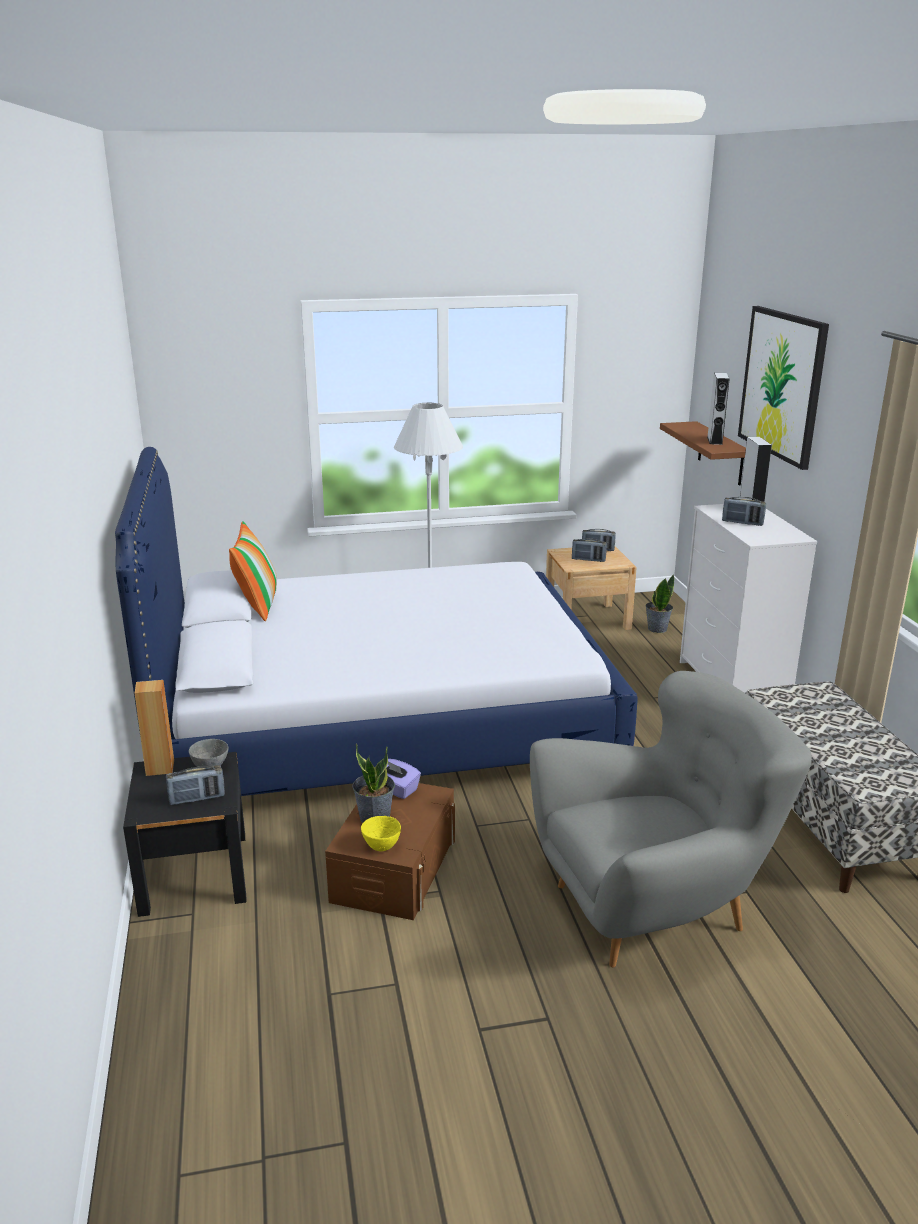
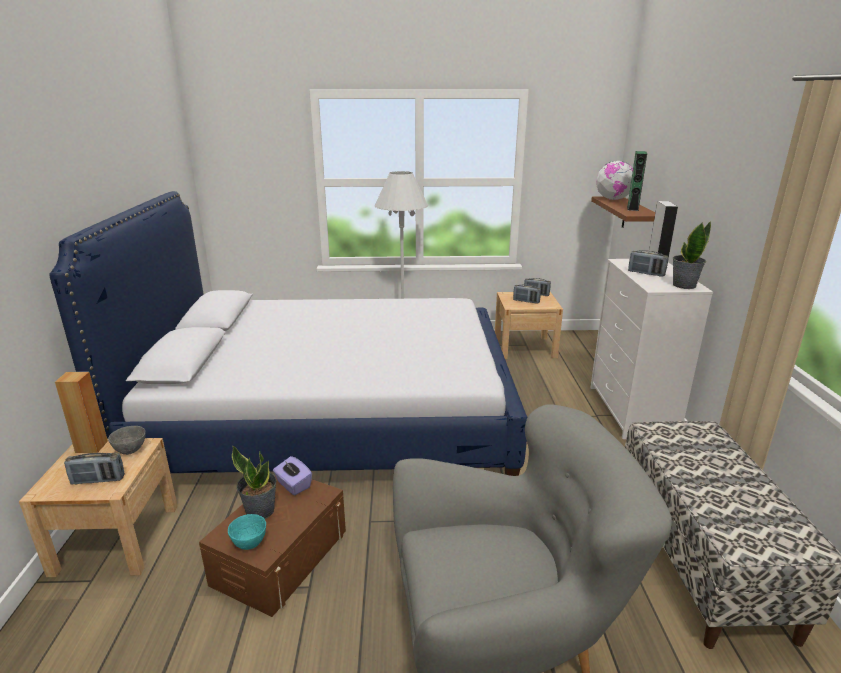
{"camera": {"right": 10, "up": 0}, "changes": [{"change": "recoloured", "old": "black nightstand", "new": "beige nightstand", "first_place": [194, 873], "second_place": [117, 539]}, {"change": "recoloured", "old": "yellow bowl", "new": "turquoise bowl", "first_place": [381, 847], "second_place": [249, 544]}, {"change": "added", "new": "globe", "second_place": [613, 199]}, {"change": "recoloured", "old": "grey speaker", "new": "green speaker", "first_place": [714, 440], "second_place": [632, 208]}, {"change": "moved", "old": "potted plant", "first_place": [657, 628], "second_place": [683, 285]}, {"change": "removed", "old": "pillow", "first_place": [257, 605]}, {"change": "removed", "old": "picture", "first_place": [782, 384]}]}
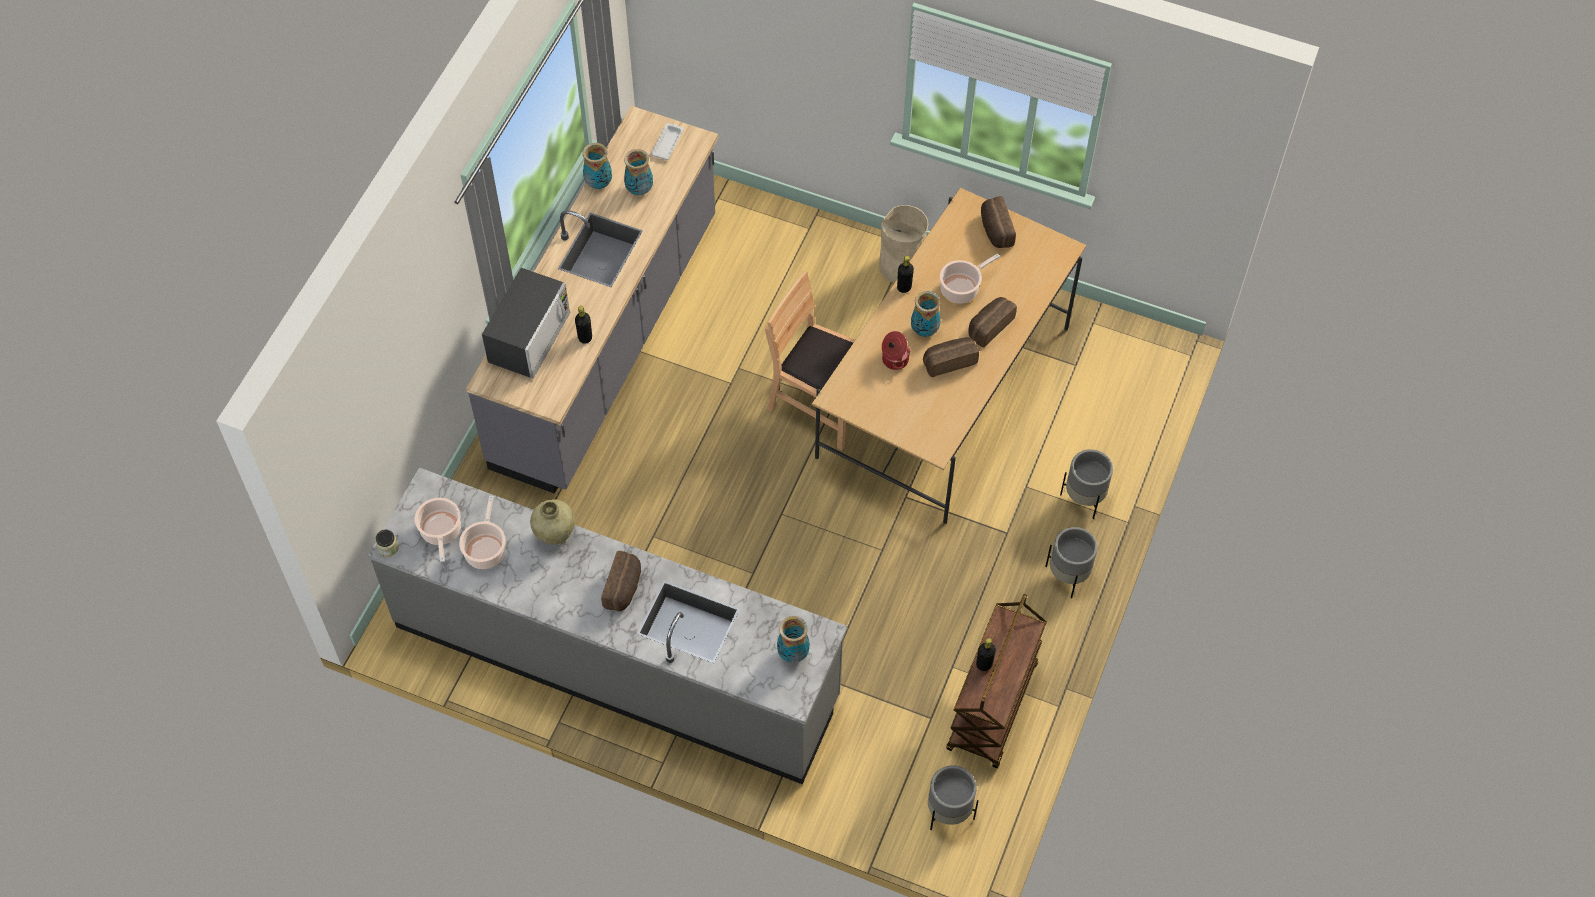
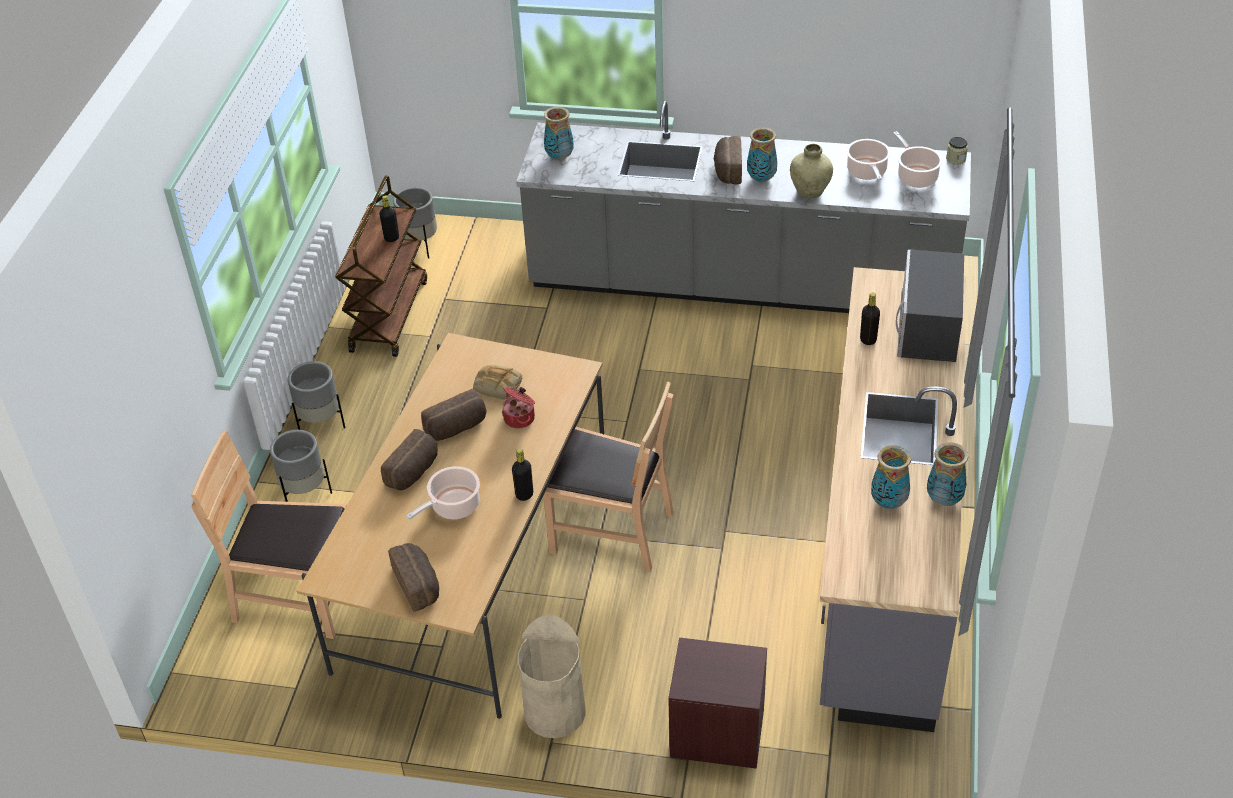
{"camera": {"right": 170, "up": -15}, "changes": [{"change": "added", "new": "brown chair", "second_place": [297, 595]}, {"change": "added", "new": "bread", "second_place": [496, 385]}, {"change": "added", "new": "brown nightstand", "second_place": [717, 733]}, {"change": "moved", "old": "vase", "first_place": [924, 330], "second_place": [762, 178]}, {"change": "removed", "old": "white tray", "first_place": [667, 143]}]}
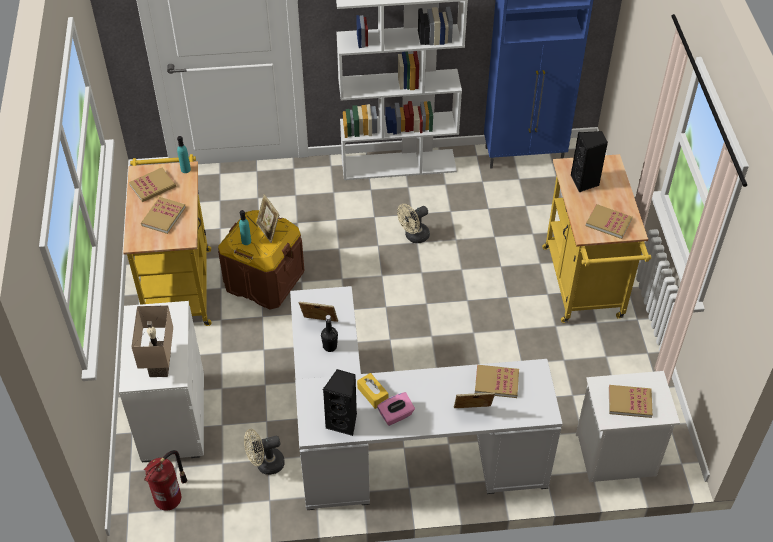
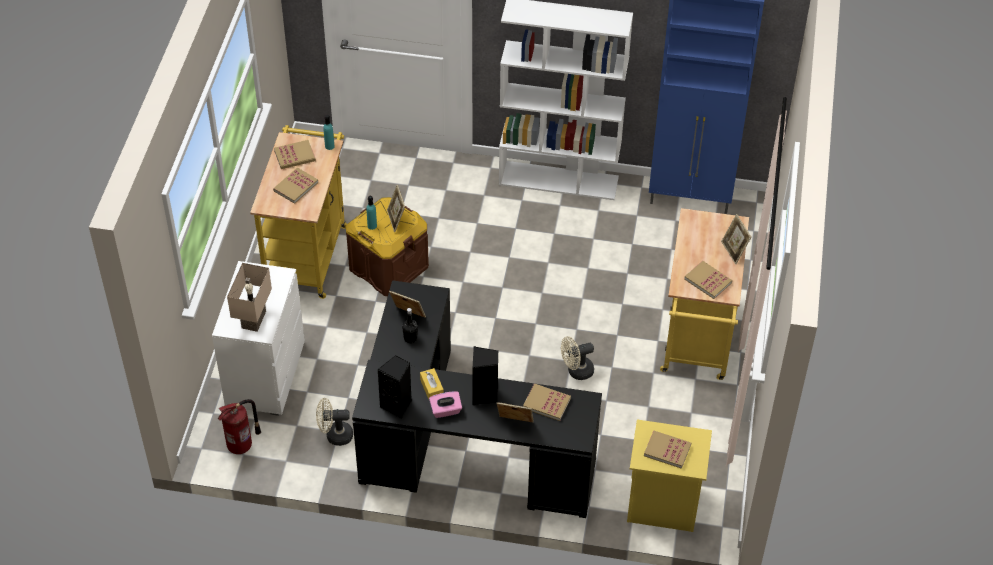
{"camera": {"right": 15, "up": 0}, "changes": [{"change": "recoloured", "old": "white desk", "new": "black desk", "first_place": [394, 445], "second_place": [457, 446]}, {"change": "moved", "old": "black speaker", "first_place": [585, 182], "second_place": [484, 395]}, {"change": "moved", "old": "beige fan", "first_place": [413, 236], "second_place": [576, 371]}, {"change": "recoloured", "old": "white nightstand", "new": "yellow nightstand", "first_place": [615, 456], "second_place": [661, 505]}, {"change": "added", "new": "picture frame", "second_place": [734, 251]}]}
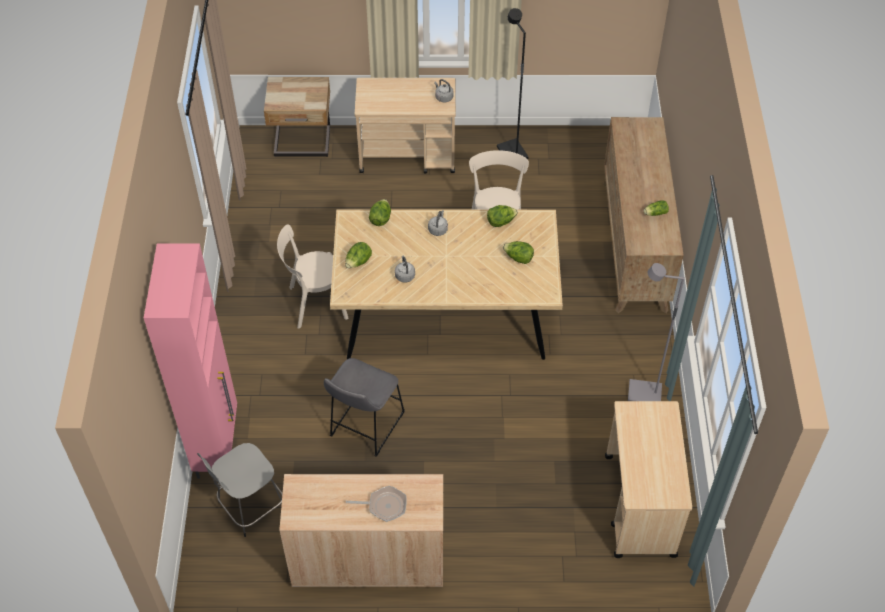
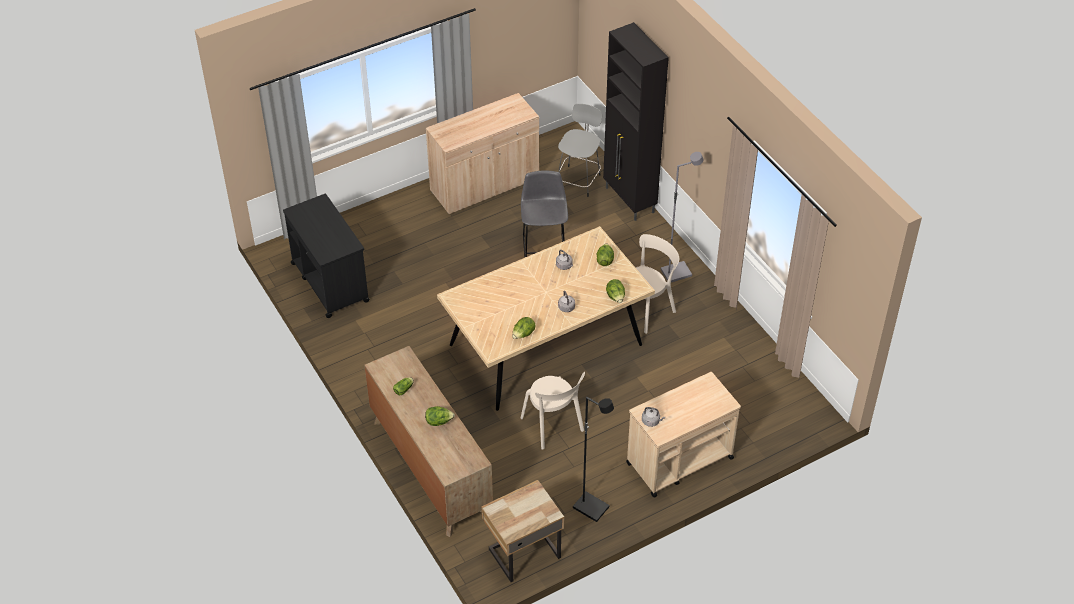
{"camera": {"right": 150, "up": -5}, "changes": [{"change": "recoloured", "old": "beige cart", "new": "black cart", "first_place": [639, 506], "second_place": [329, 281]}, {"change": "moved", "old": "lettuce", "first_place": [518, 258], "second_place": [439, 422]}, {"change": "moved", "old": "beige nightstand", "first_place": [302, 143], "second_place": [523, 552]}, {"change": "recoloured", "old": "pink cabinet", "new": "black cabinet", "first_place": [218, 445], "second_place": [629, 201]}, {"change": "moved", "old": "grey floor lamp", "first_place": [643, 394], "second_place": [676, 272]}, {"change": "removed", "old": "frying pan", "first_place": [384, 506]}]}
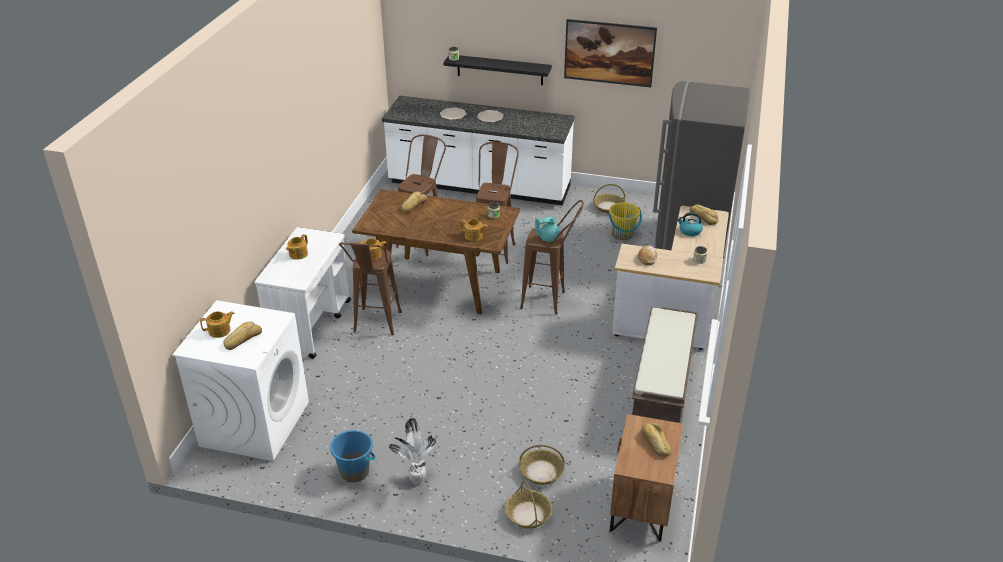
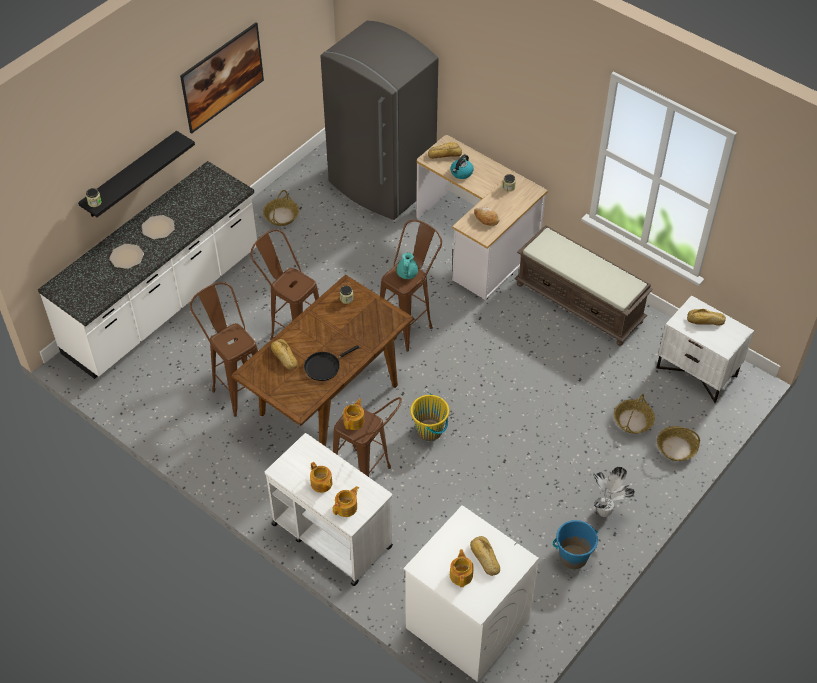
{"camera": {"right": -65, "up": 15}, "changes": [{"change": "added", "new": "black frying pan", "second_place": [324, 366]}, {"change": "moved", "old": "teapot", "first_place": [474, 236], "second_place": [347, 507]}, {"change": "moved", "old": "yellow bucket", "first_place": [622, 234], "second_place": [429, 430]}, {"change": "recoloured", "old": "brown nightstand", "new": "white nightstand", "first_place": [641, 506], "second_place": [697, 371]}]}
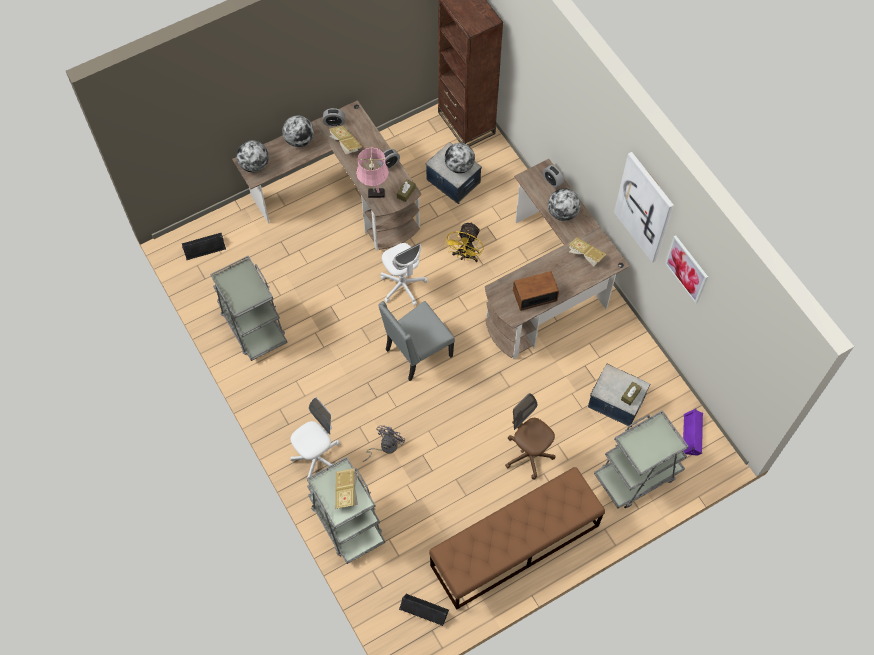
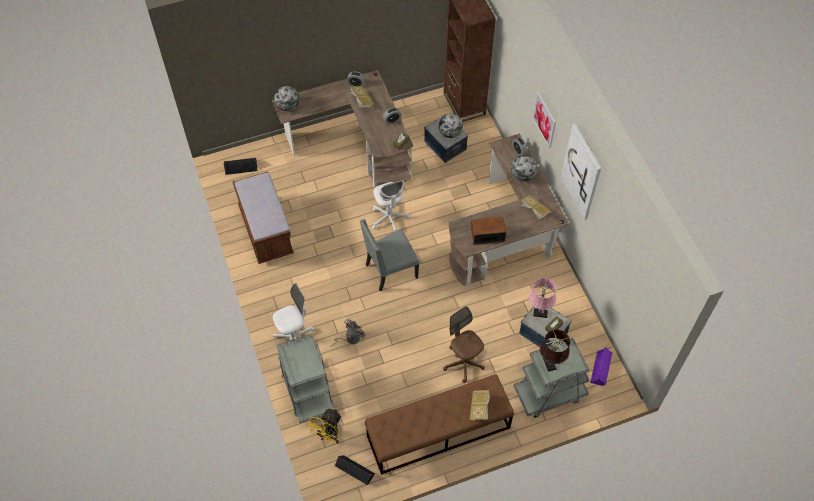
{"camera": {"right": 10, "up": -5}, "changes": [{"change": "replaced", "old": "grey cart", "new": "brown bench", "first_place": [253, 326], "second_place": [266, 231]}, {"change": "moved", "old": "yellow fan", "first_place": [465, 256], "second_place": [328, 435]}, {"change": "moved", "old": "book", "first_place": [347, 492], "second_place": [479, 408]}, {"change": "moved", "old": "pink table lamp", "first_place": [374, 193], "second_place": [539, 313]}, {"change": "moved", "old": "picture", "first_place": [687, 269], "second_place": [544, 119]}, {"change": "added", "new": "brown table lamp", "second_place": [550, 365]}, {"change": "removed", "old": "globe", "first_place": [299, 140]}]}
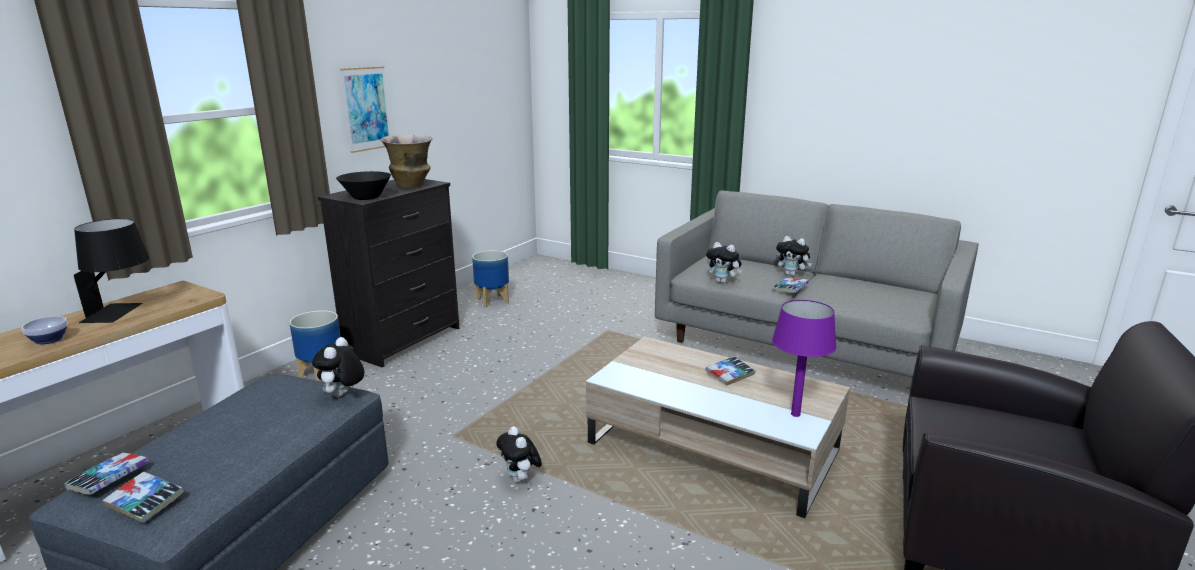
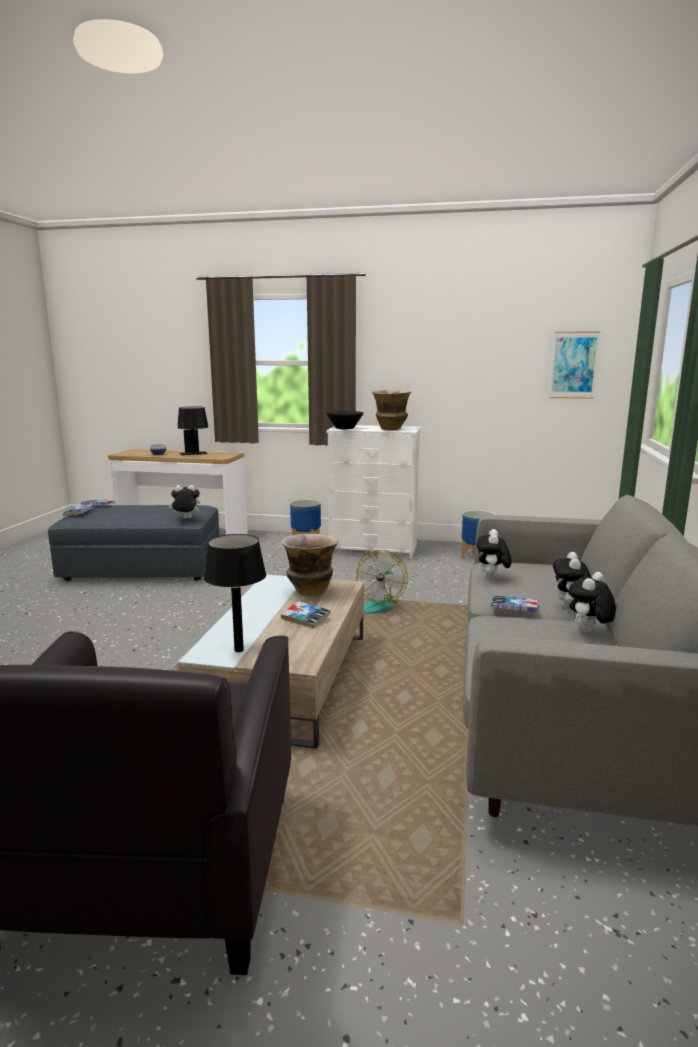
{"camera": {"right": 70, "up": -5}, "changes": [{"change": "recoloured", "old": "purple table lamp", "new": "black table lamp", "first_place": [796, 414], "second_place": [239, 650]}, {"change": "added", "new": "vase", "second_place": [310, 591]}, {"change": "recoloured", "old": "black dresser", "new": "white dresser", "first_place": [404, 340], "second_place": [374, 549]}, {"change": "added", "new": "fan", "second_place": [378, 605]}, {"change": "moved", "old": "picture", "first_place": [366, 109], "second_place": [574, 365]}, {"change": "moved", "old": "plush toy", "first_place": [520, 479], "second_place": [588, 632]}]}
